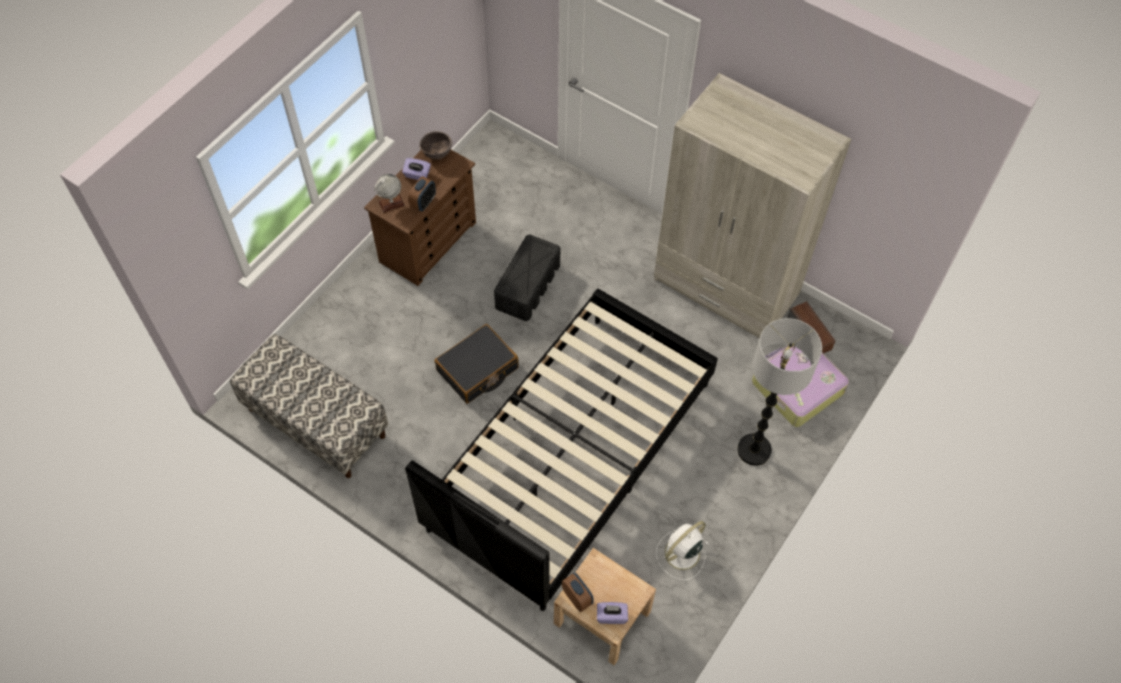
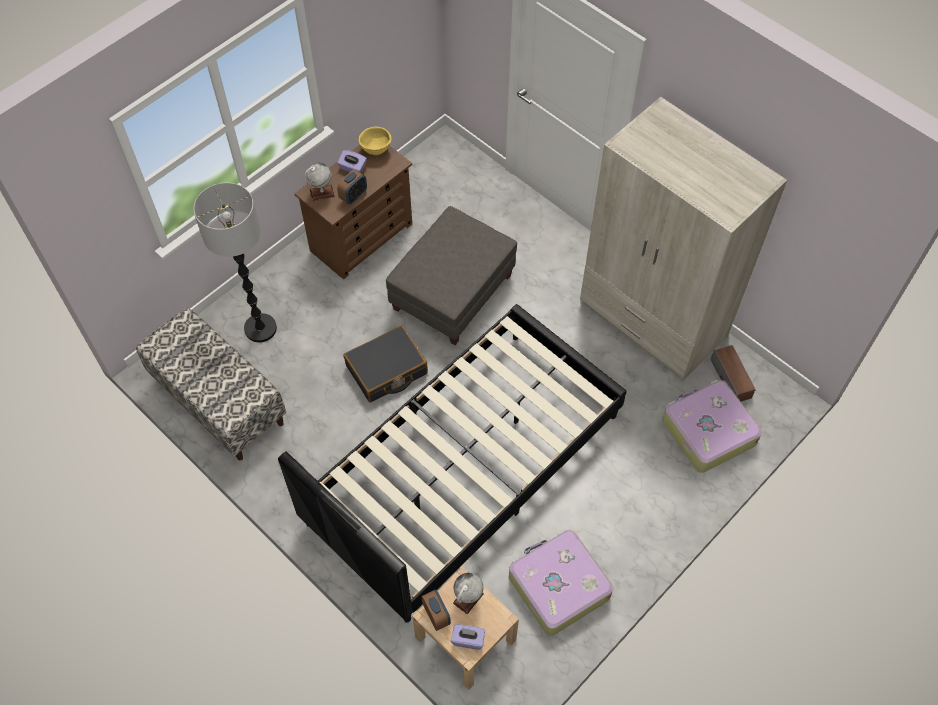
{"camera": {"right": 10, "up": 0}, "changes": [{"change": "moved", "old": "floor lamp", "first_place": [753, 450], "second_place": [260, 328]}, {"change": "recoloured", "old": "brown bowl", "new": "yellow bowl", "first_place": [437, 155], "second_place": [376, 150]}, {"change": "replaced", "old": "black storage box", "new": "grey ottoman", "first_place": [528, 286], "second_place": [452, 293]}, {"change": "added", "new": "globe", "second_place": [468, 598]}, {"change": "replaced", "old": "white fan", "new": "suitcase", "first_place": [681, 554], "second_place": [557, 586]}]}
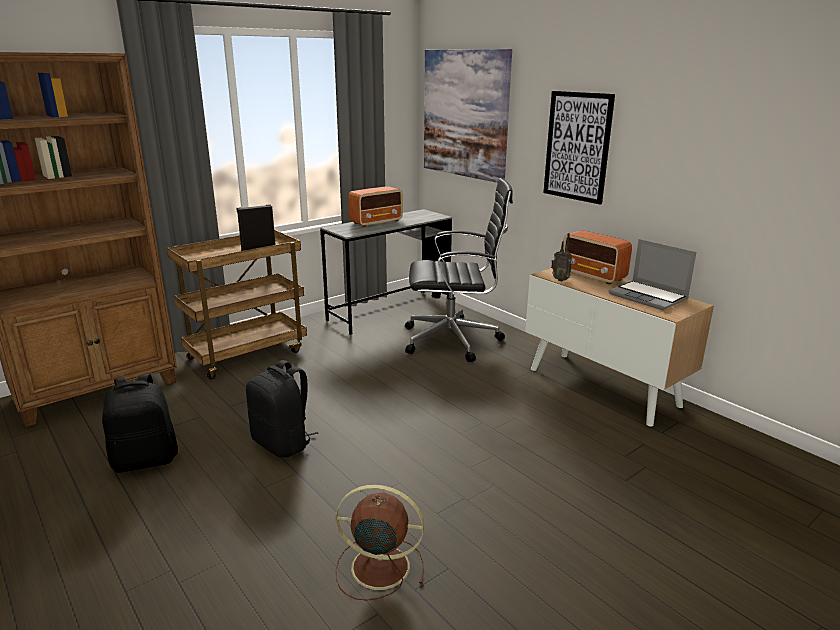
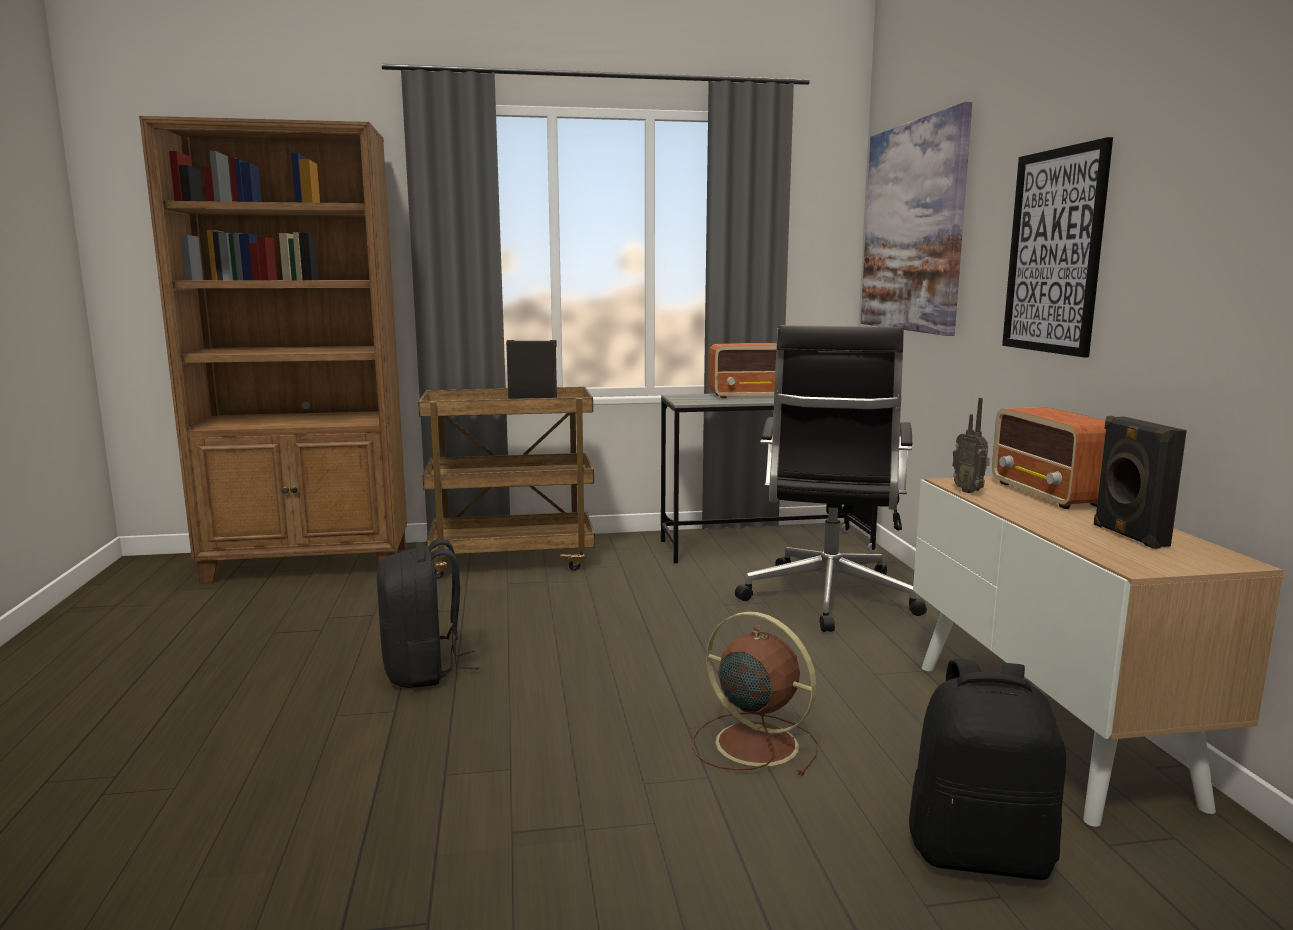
{"camera": {"right": 30, "up": -10}, "changes": [{"change": "moved", "old": "brown fan", "first_place": [377, 566], "second_place": [753, 743]}, {"change": "turned", "old": "black office chair", "first_place": [454, 340], "second_place": [828, 599], "degrees": 75}, {"change": "moved", "old": "black backpack", "first_place": [146, 460], "second_place": [981, 852]}, {"change": "replaced", "old": "laptop", "new": "black speaker", "first_place": [649, 297], "second_place": [1128, 535]}]}
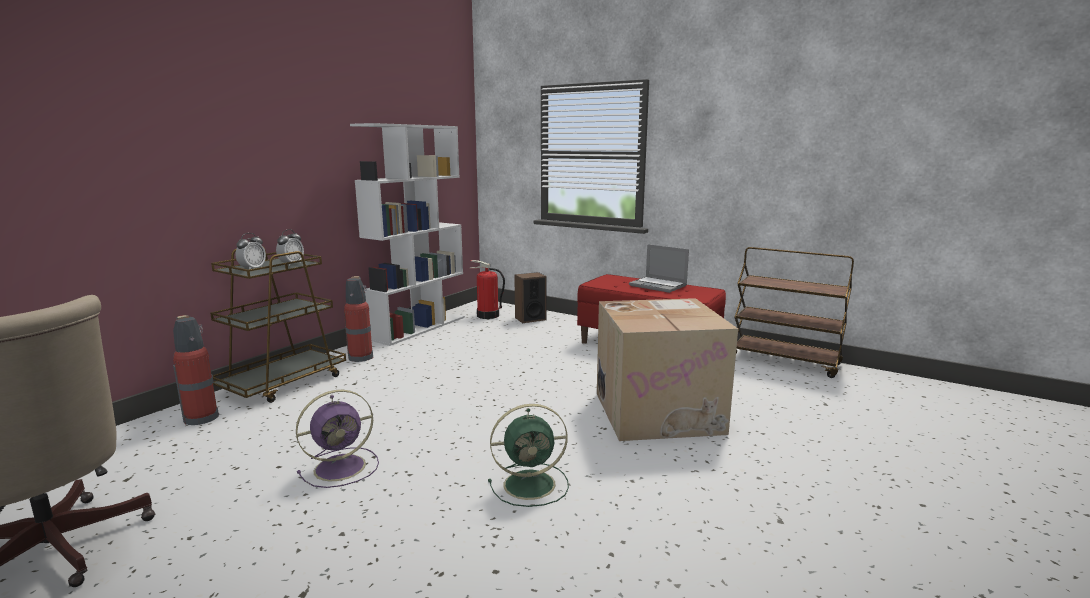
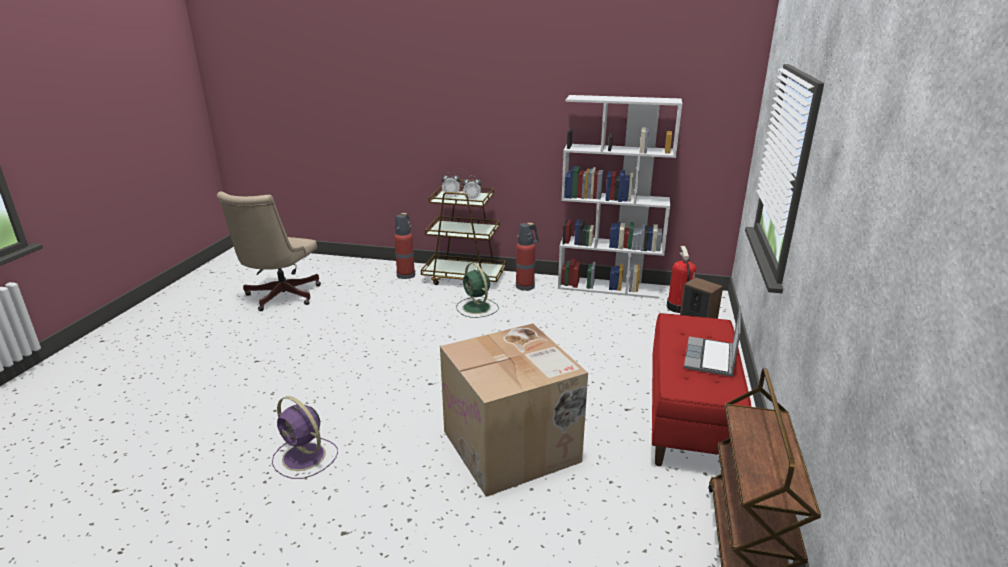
{"camera": {"right": 70, "up": 10}, "changes": [{"change": "moved", "old": "purple fan", "first_place": [342, 467], "second_place": [305, 457]}, {"change": "moved", "old": "green fan", "first_place": [532, 484], "second_place": [477, 308]}]}
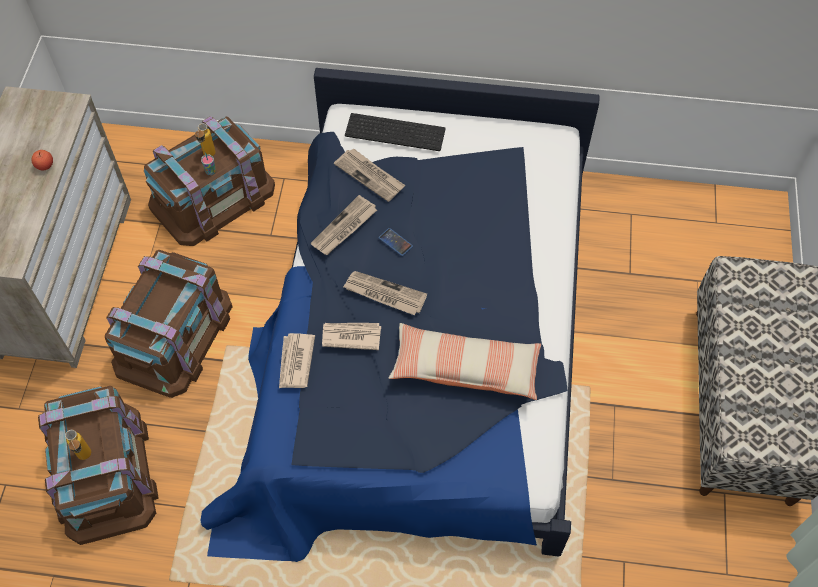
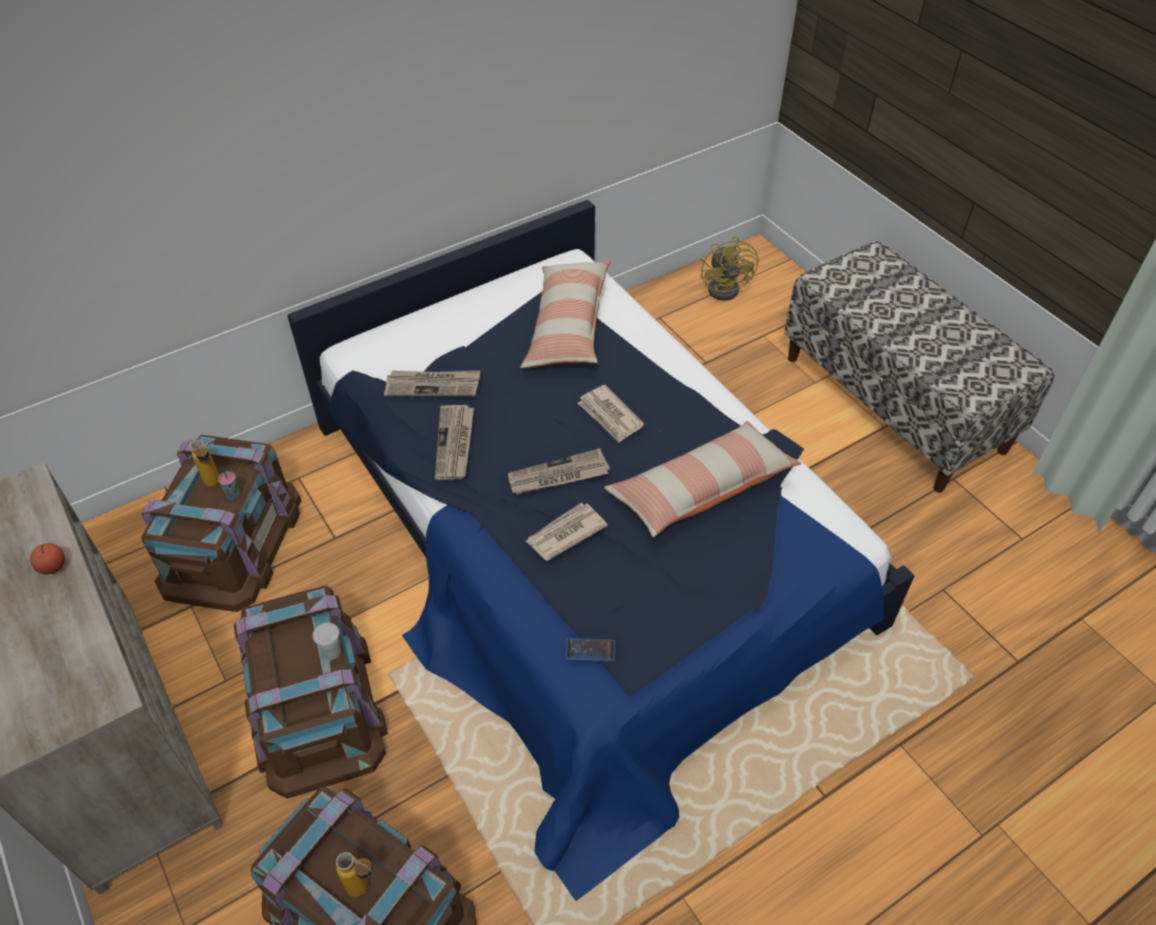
{"camera": {"right": -40, "up": -10}, "changes": [{"change": "added", "new": "white cup", "second_place": [332, 652]}, {"change": "added", "new": "pillow", "second_place": [568, 326]}, {"change": "moved", "old": "phone", "first_place": [395, 242], "second_place": [590, 650]}, {"change": "moved", "old": "newspaper", "first_place": [295, 362], "second_place": [610, 416]}, {"change": "added", "new": "yellow fan", "second_place": [727, 287]}, {"change": "removed", "old": "keyboard", "first_place": [396, 131]}]}
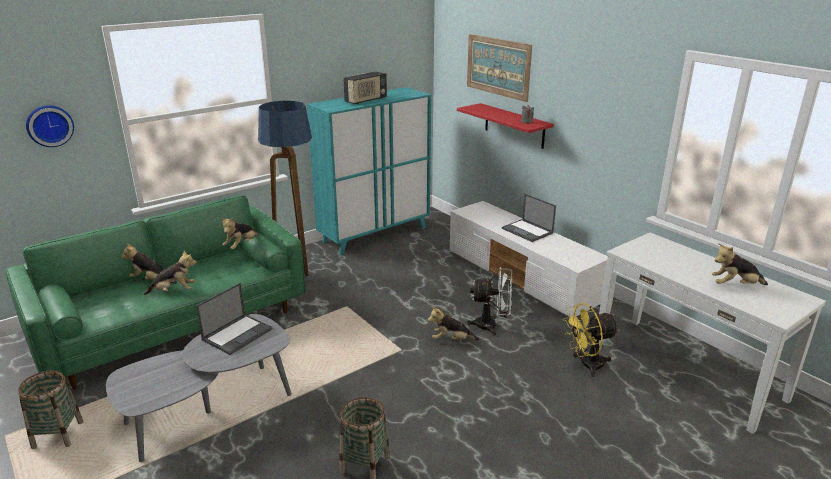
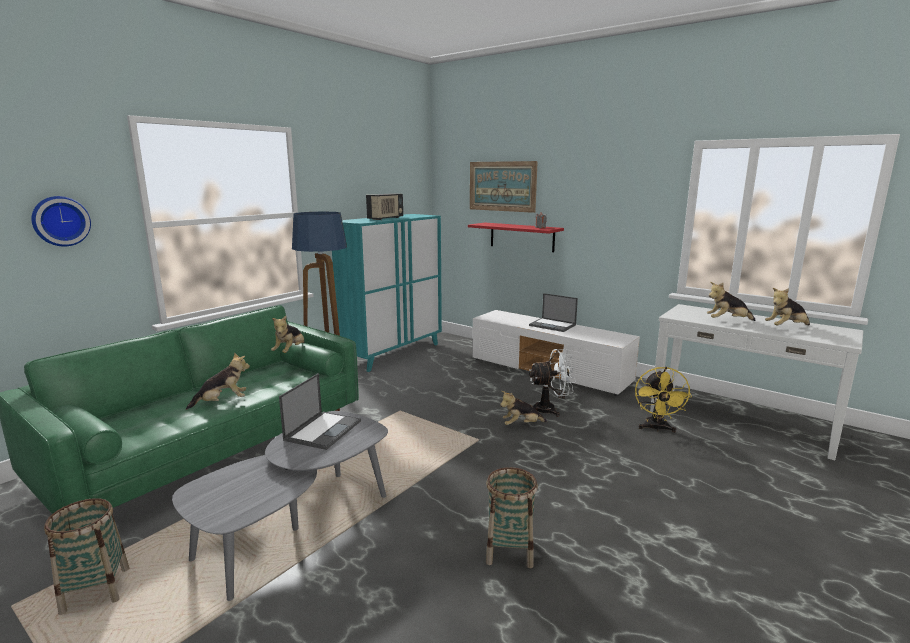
{"camera": {"right": -15, "up": -10}, "changes": [{"change": "turned", "old": "yellow fan", "first_place": [586, 365], "second_place": [656, 428], "degrees": -45}, {"change": "moved", "old": "plush toy", "first_place": [151, 280], "second_place": [727, 321]}]}
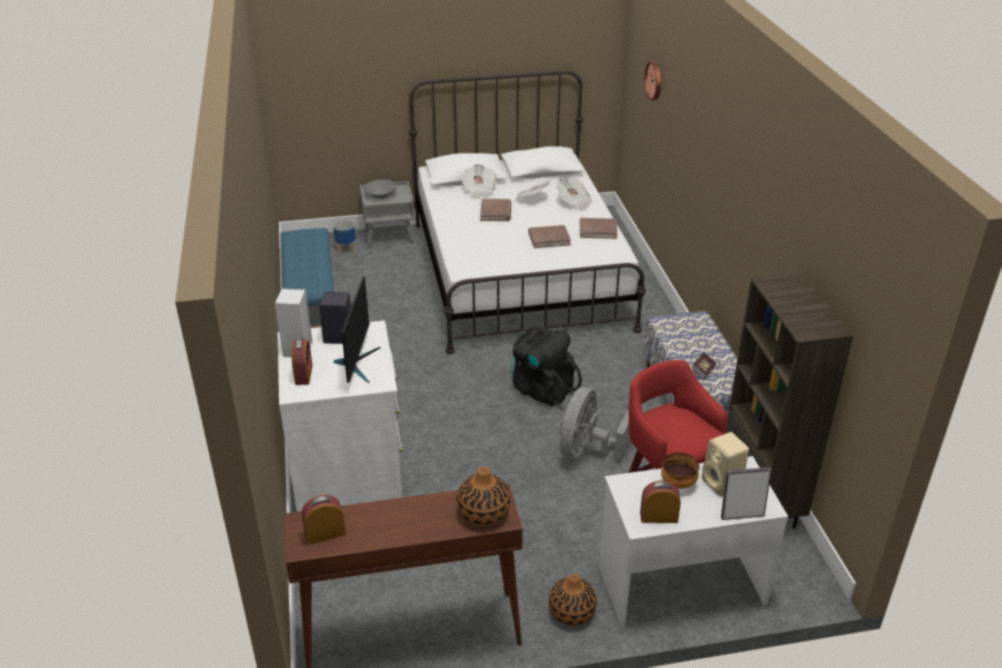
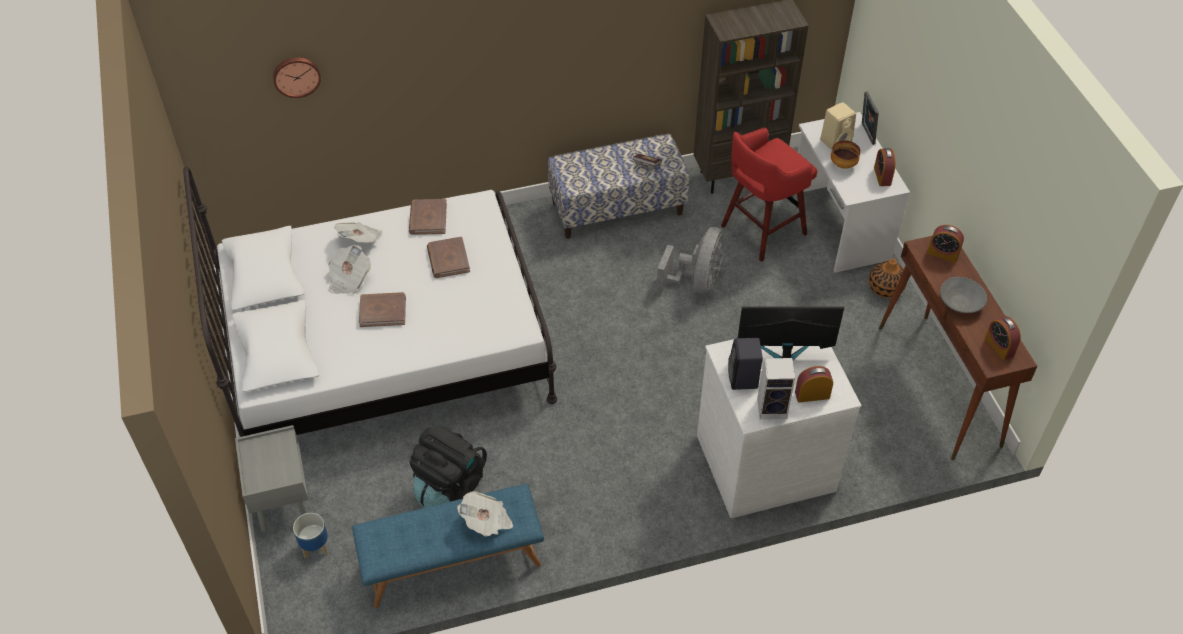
{"camera": {"right": -95, "up": 15}, "changes": [{"change": "moved", "old": "black backpack", "first_place": [542, 389], "second_place": [449, 487]}, {"change": "moved", "old": "newspaper", "first_place": [479, 191], "second_place": [486, 522]}, {"change": "turned", "old": "grey fan", "first_place": [586, 450], "second_place": [696, 282], "degrees": -90}, {"change": "replaced", "old": "vase", "new": "alarm clock", "first_place": [483, 513], "second_place": [943, 253]}, {"change": "moved", "old": "grey bowl", "first_place": [380, 195], "second_place": [960, 303]}]}
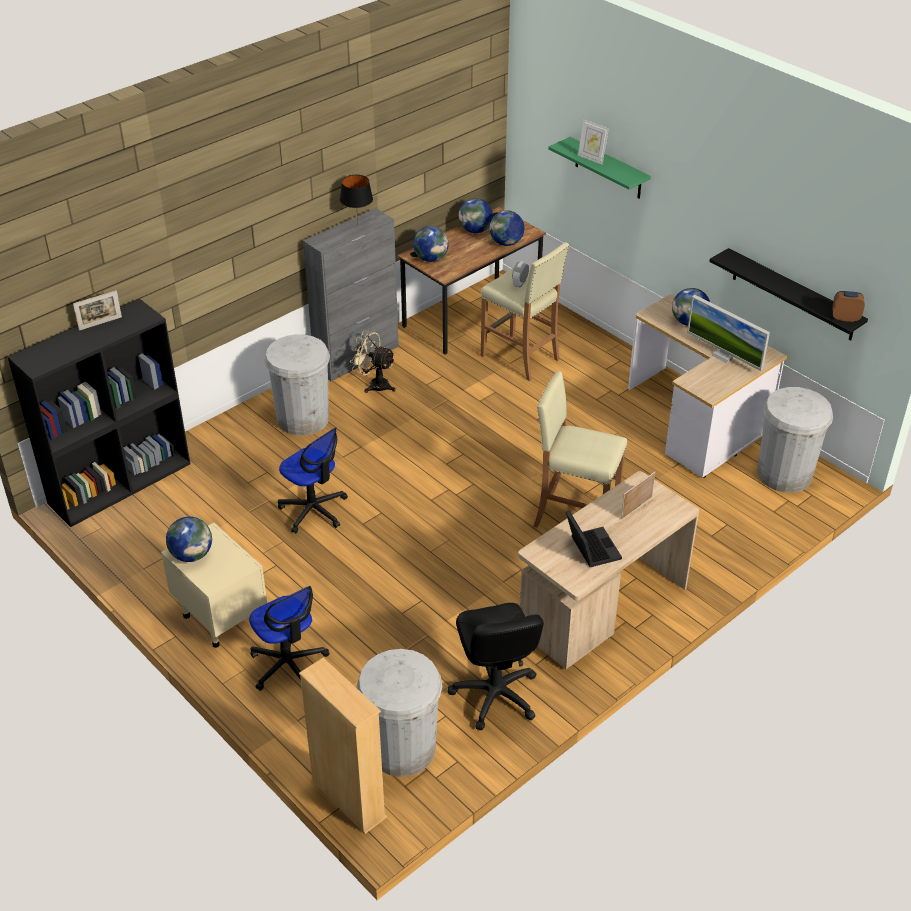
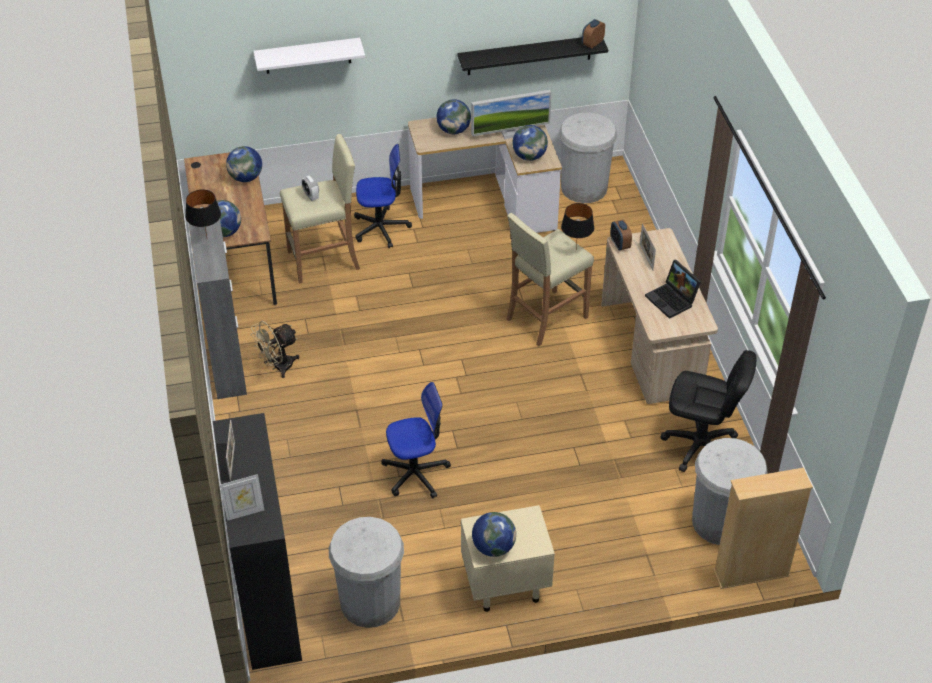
{"camera": {"right": -60, "up": 5}, "changes": [{"change": "moved", "old": "picture frame", "first_place": [591, 158], "second_place": [244, 512]}, {"change": "recoloured", "old": "green shelf", "new": "white shelf", "first_place": [608, 168], "second_place": [308, 55]}, {"change": "moved", "old": "white trash can", "first_place": [303, 419], "second_place": [370, 602]}, {"change": "moved", "old": "office chair", "first_place": [288, 665], "second_place": [381, 228]}, {"change": "moved", "old": "globe", "first_place": [475, 230], "second_place": [529, 156]}, {"change": "added", "new": "black table lamp", "second_place": [576, 249]}, {"change": "added", "new": "alarm clock", "second_place": [620, 244]}, {"change": "turned", "old": "laptop", "first_place": [590, 548], "second_place": [672, 300], "degrees": -135}]}
